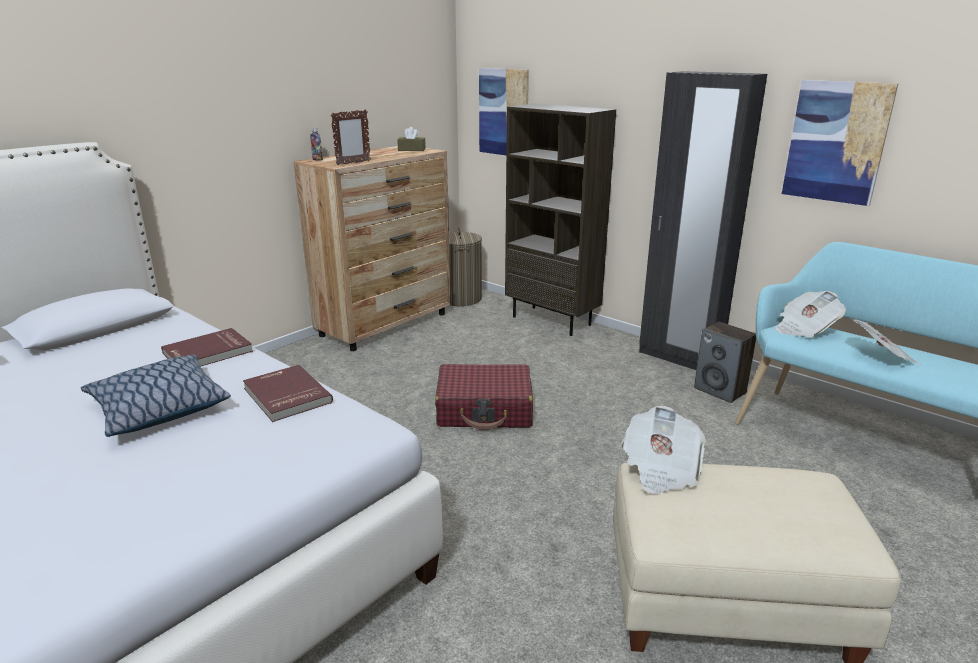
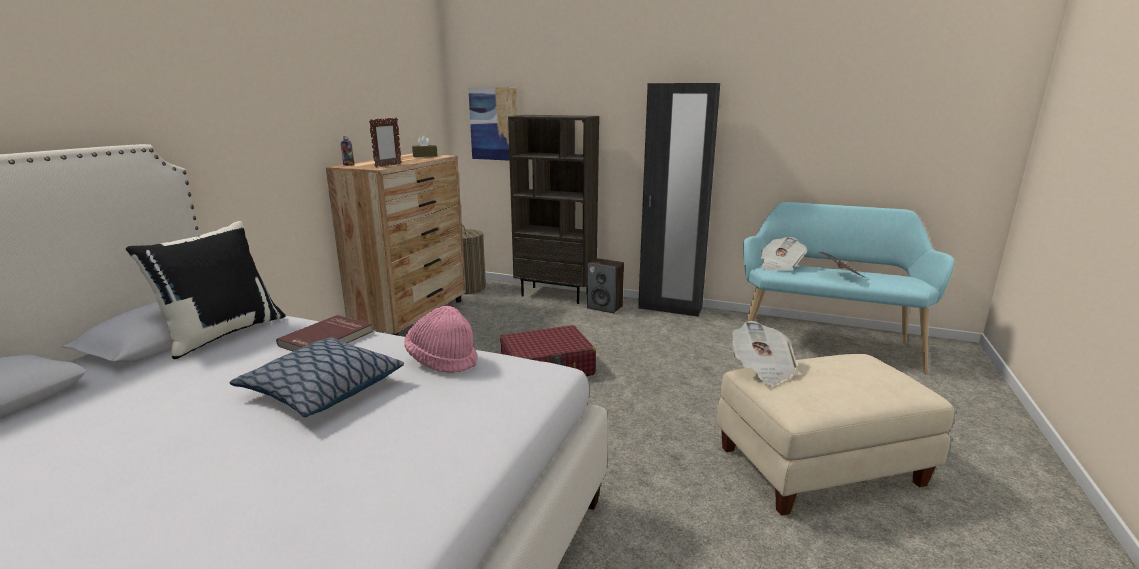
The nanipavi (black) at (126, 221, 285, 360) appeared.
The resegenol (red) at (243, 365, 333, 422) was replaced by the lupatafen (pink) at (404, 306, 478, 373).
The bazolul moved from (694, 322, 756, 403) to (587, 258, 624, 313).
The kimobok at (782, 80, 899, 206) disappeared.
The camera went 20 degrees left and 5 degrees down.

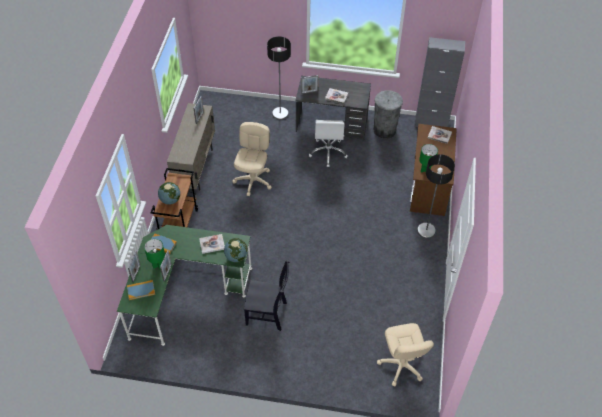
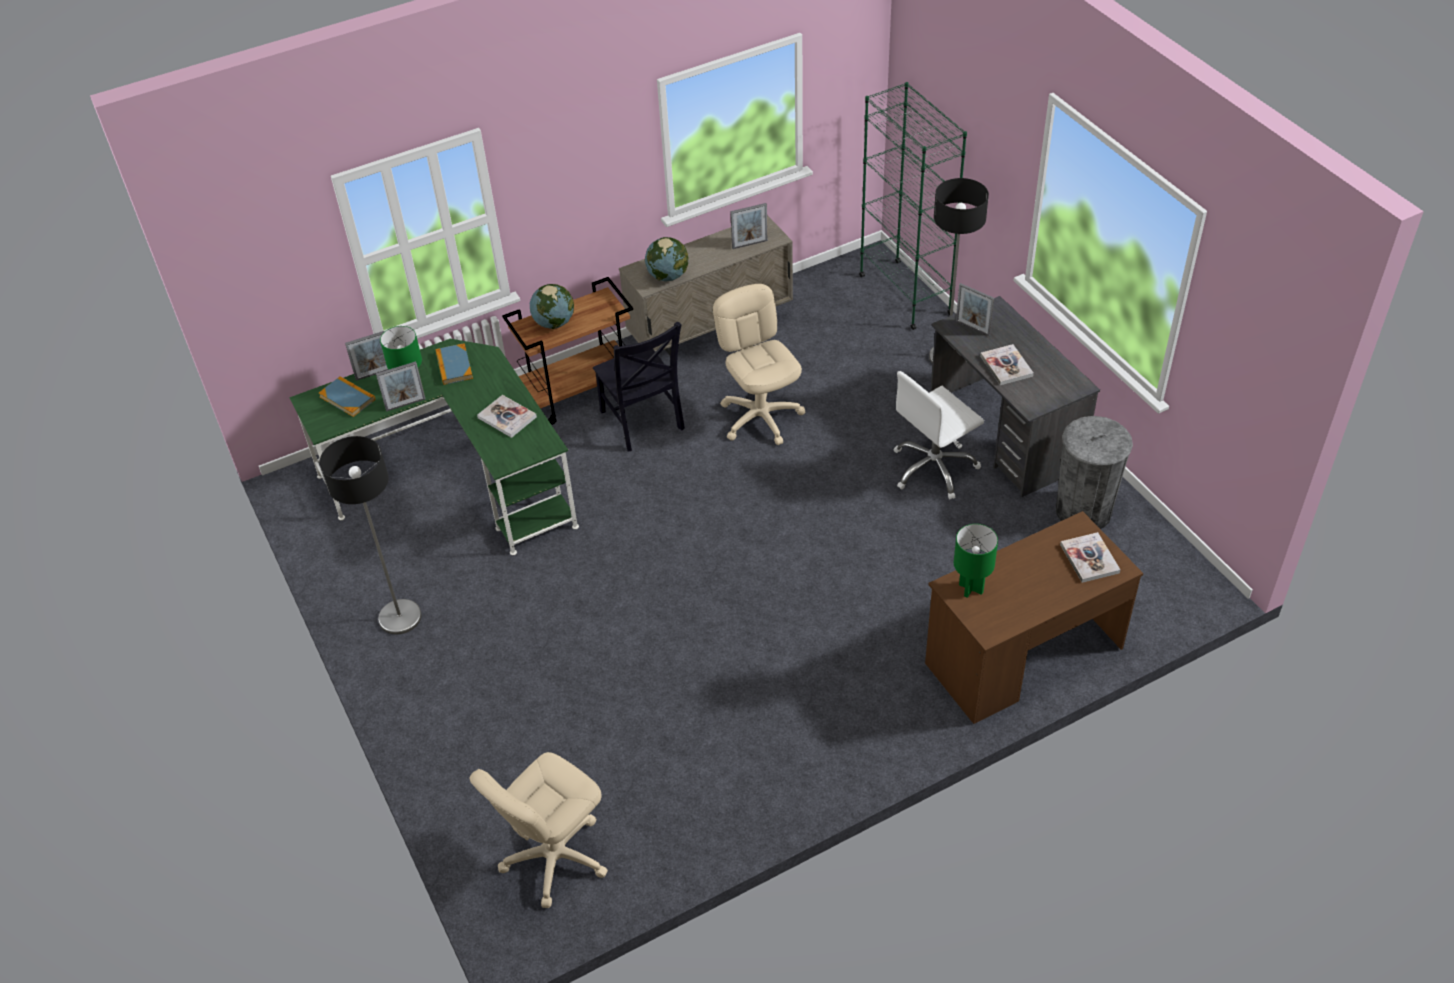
The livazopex moved from (417, 154, 455, 238) to (319, 436, 421, 635).
The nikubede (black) moved from (244, 260, 290, 331) to (593, 321, 685, 452).
The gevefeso moved from (224, 238, 247, 262) to (645, 237, 689, 281).
The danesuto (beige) at (232, 122, 272, 196) turned 90 degrees counterclockwise.
The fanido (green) at (859, 82, 967, 330) appeared.
The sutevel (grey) at (415, 37, 465, 127) disappeared.
The camera went 55 degrees right and 5 degrees down.

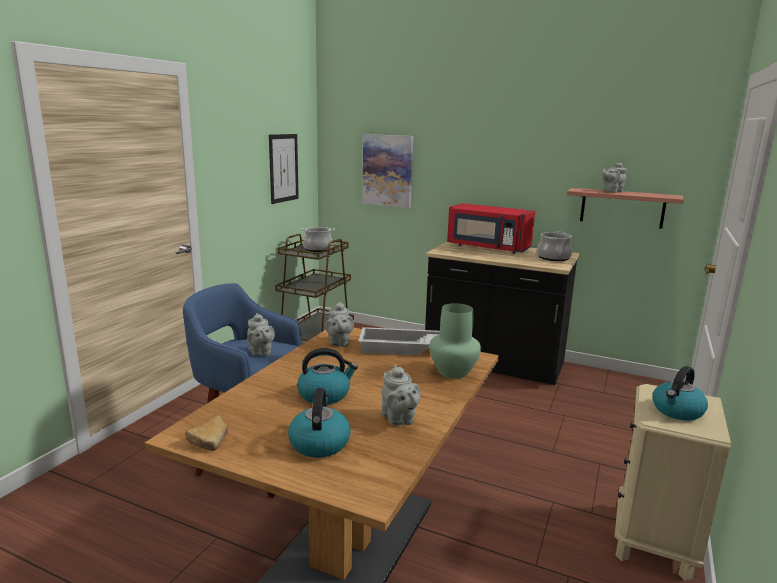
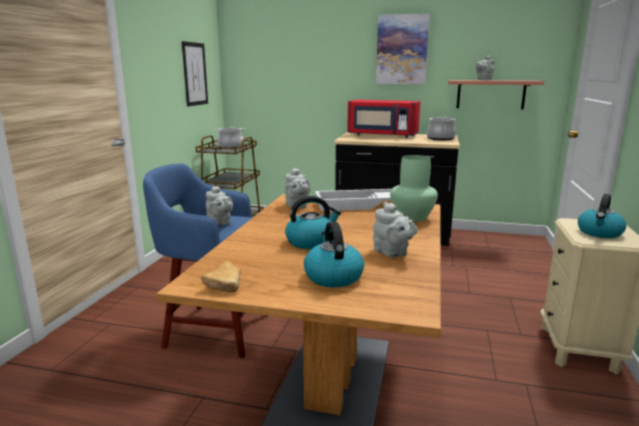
The kimobok moved from (362, 134, 413, 208) to (376, 13, 430, 84).
The camera went 10 degrees left and 0 degrees up.

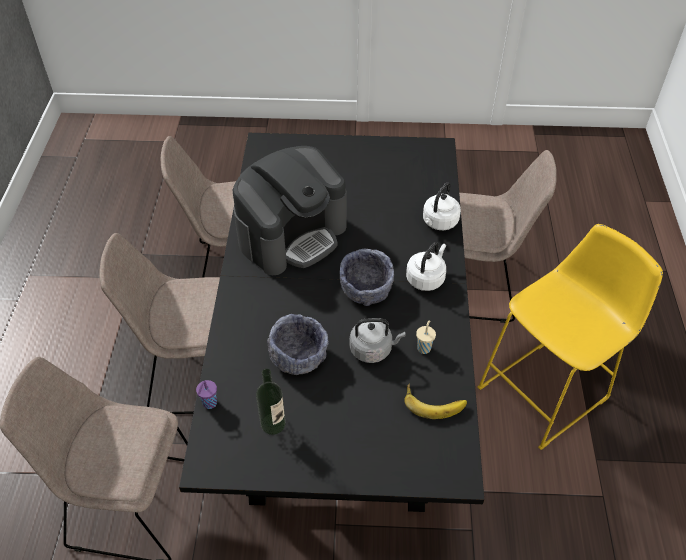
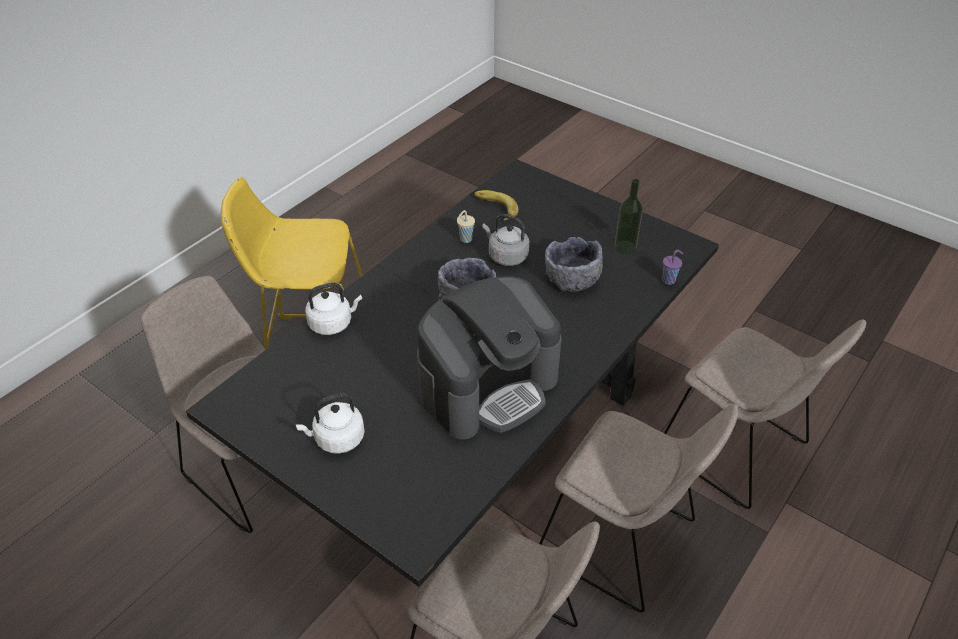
The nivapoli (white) moved from (406, 242, 446, 291) to (296, 393, 365, 454).
The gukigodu at (233, 146, 347, 275) turned 150 degrees clockwise.
The camera went 145 degrees left and 5 degrees down.

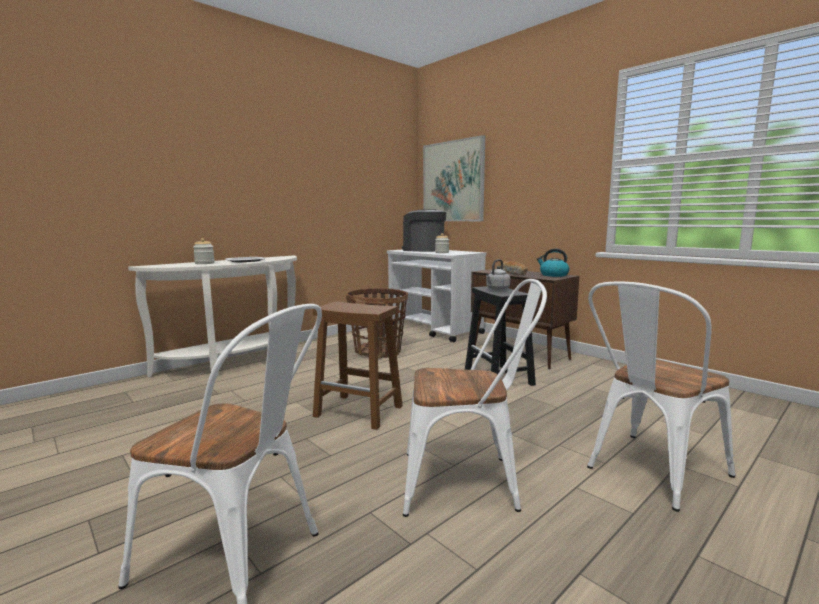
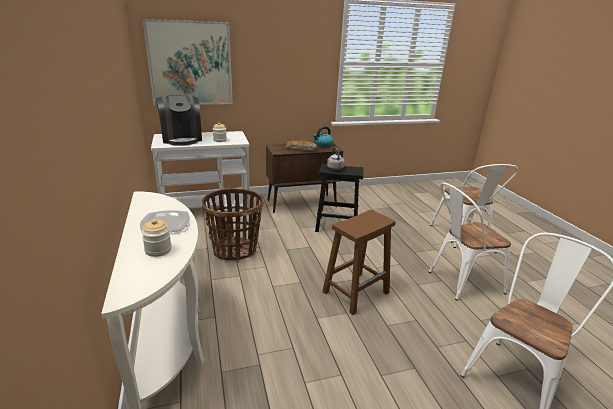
The gukigodu at (402, 210, 446, 252) turned 90 degrees counterclockwise.
The nikubede (white) at (403, 279, 547, 517) turned 135 degrees counterclockwise.
The camera went 65 degrees left and 15 degrees up.

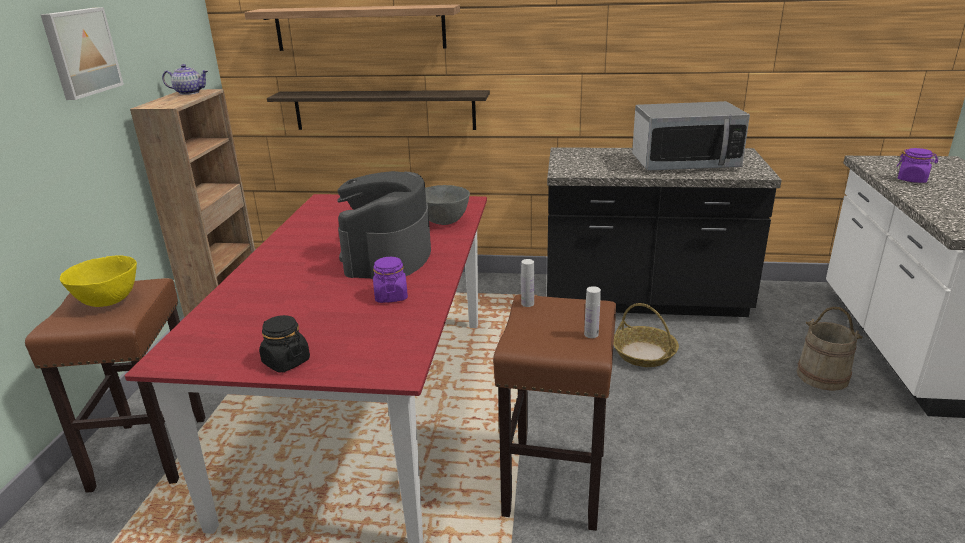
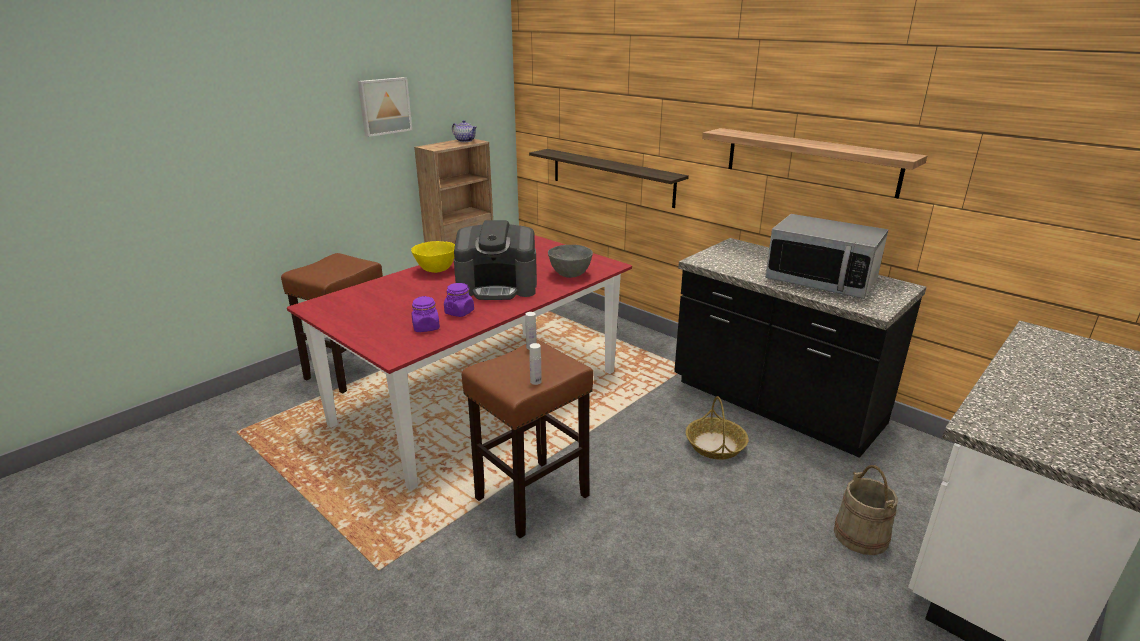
The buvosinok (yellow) moved from (60, 255, 137, 307) to (411, 241, 455, 273).
The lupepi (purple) moved from (896, 148, 938, 183) to (411, 296, 440, 332).
The gukigodu at (337, 171, 431, 279) turned 135 degrees counterclockwise.
The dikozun moved from (244, 4, 460, 51) to (702, 128, 927, 199).
The lupepi (black) at (259, 315, 310, 373) disappeared.
The camera went 35 degrees right and 0 degrees up.

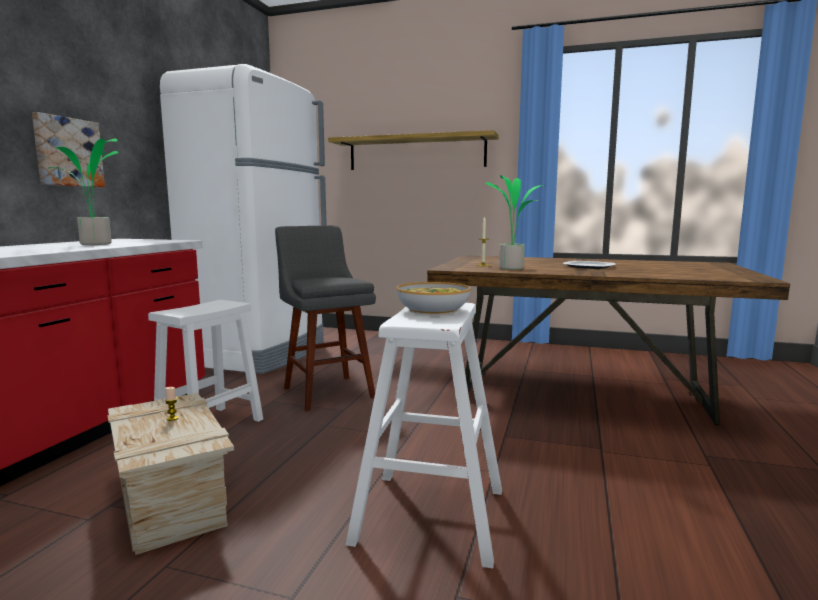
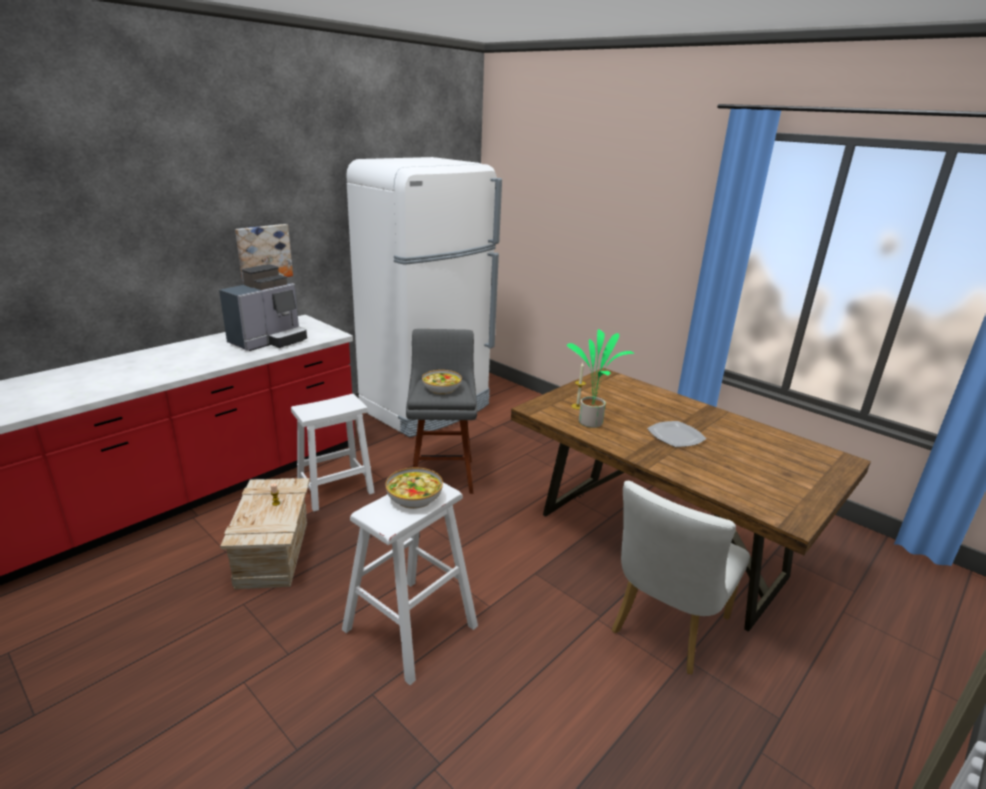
The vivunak at (47, 139, 118, 245) was replaced by the gukigodu at (219, 264, 307, 351).
The buvosinok at (422, 370, 462, 394) appeared.
The nikubede (white) at (612, 481, 750, 675) appeared.
The dikozun at (328, 130, 499, 170) disappeared.
The camera went 25 degrees right and 15 degrees up.

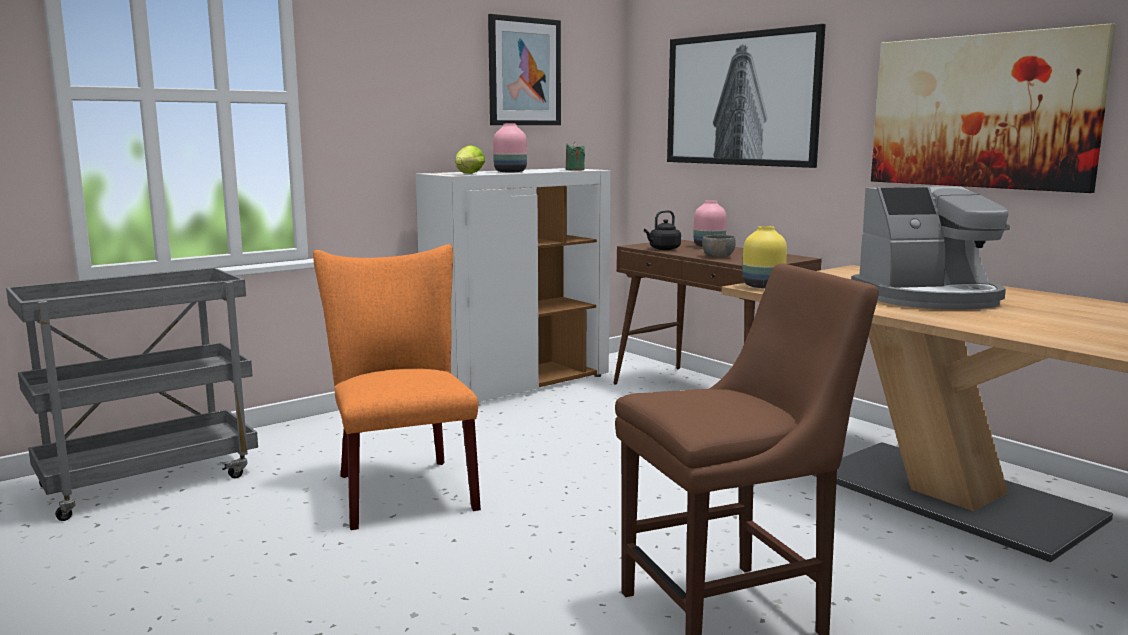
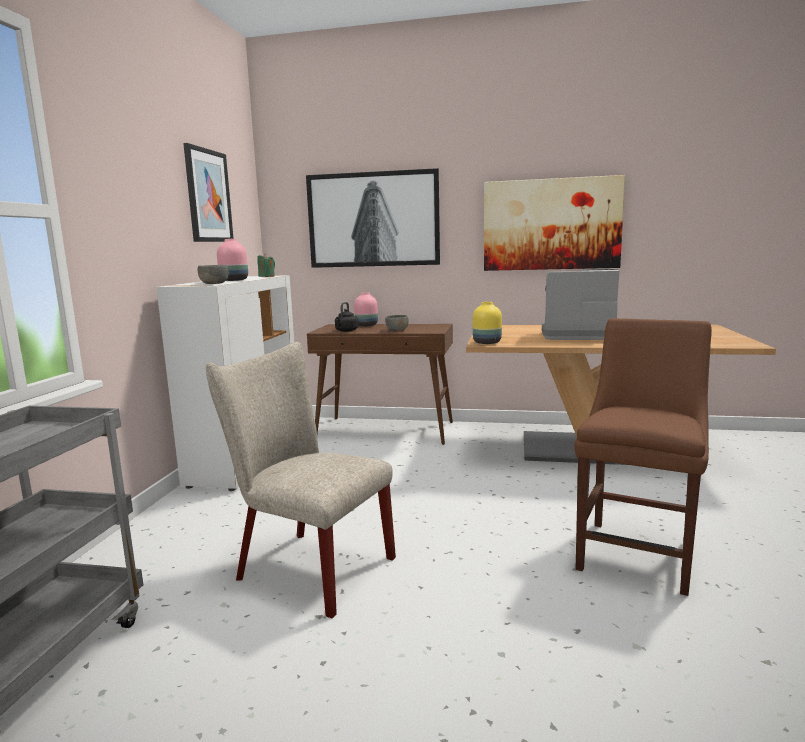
The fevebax at (455, 145, 485, 174) was replaced by the buvosinok (grey) at (198, 265, 229, 284).
The nikubede (orange) at (313, 244, 481, 530) became the nikubede (beige) at (206, 342, 396, 618).
The gukigodu at (851, 186, 1010, 310) turned 120 degrees counterclockwise.
The camera went 40 degrees left and 0 degrees up.

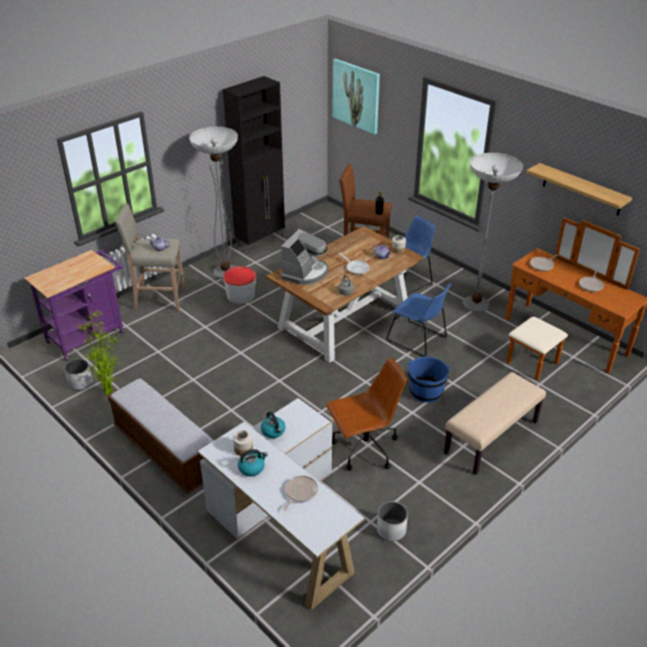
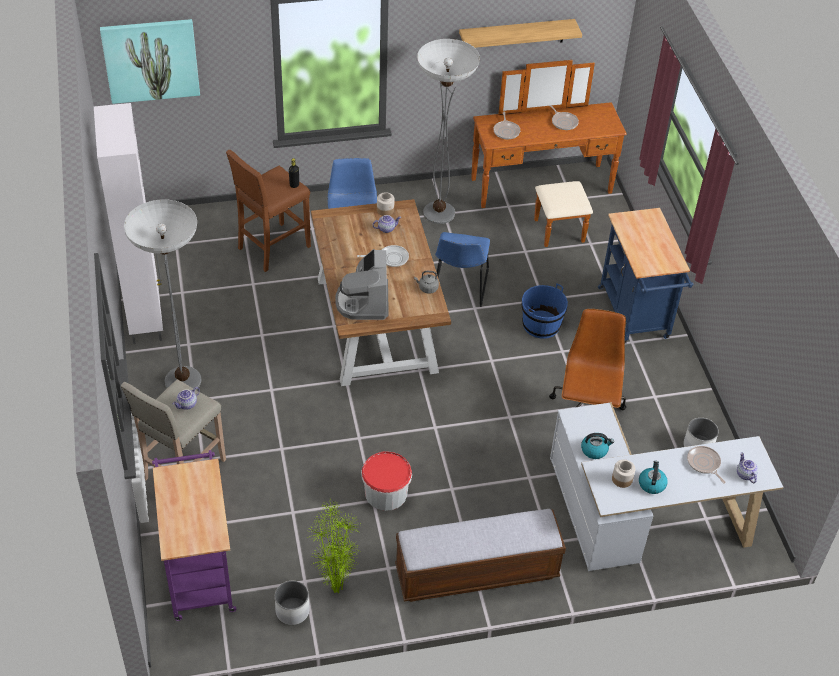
The sutevel (black) at (223, 76, 285, 253) became the sutevel (white) at (94, 103, 163, 344).
The gukigodu at (280, 229, 329, 285) turned 150 degrees counterclockwise.
The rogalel moved from (223, 266, 256, 304) to (361, 451, 412, 511).
The nikubede (blue) at (386, 283, 452, 357) turned 120 degrees clockwise.
The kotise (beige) at (444, 372, 546, 475) was replaced by the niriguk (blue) at (598, 208, 693, 344).
The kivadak at (737, 452, 758, 483) appeared.
The camera went 60 degrees left and 10 degrees up.

